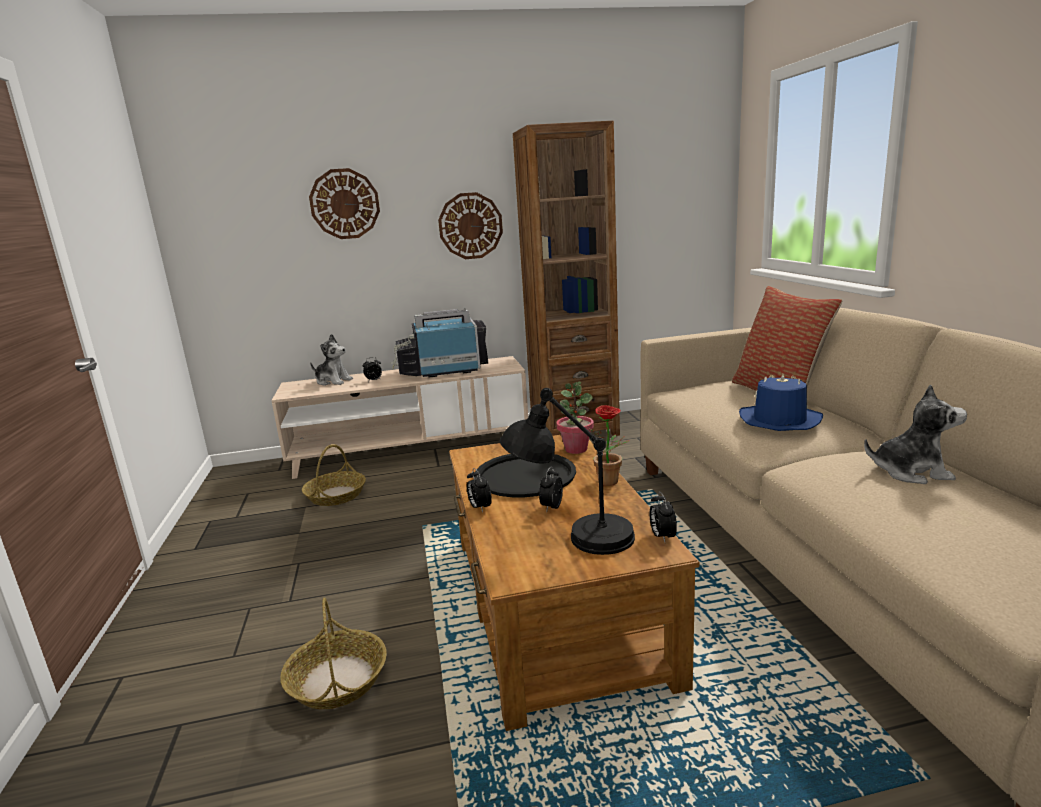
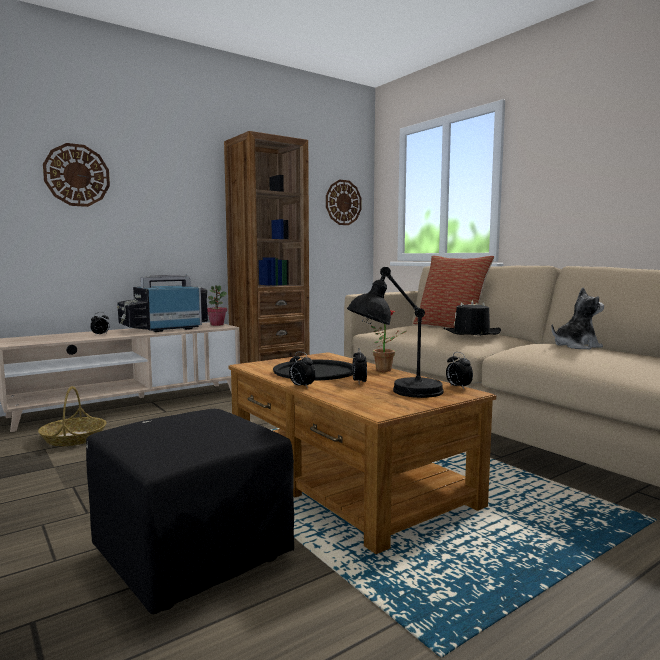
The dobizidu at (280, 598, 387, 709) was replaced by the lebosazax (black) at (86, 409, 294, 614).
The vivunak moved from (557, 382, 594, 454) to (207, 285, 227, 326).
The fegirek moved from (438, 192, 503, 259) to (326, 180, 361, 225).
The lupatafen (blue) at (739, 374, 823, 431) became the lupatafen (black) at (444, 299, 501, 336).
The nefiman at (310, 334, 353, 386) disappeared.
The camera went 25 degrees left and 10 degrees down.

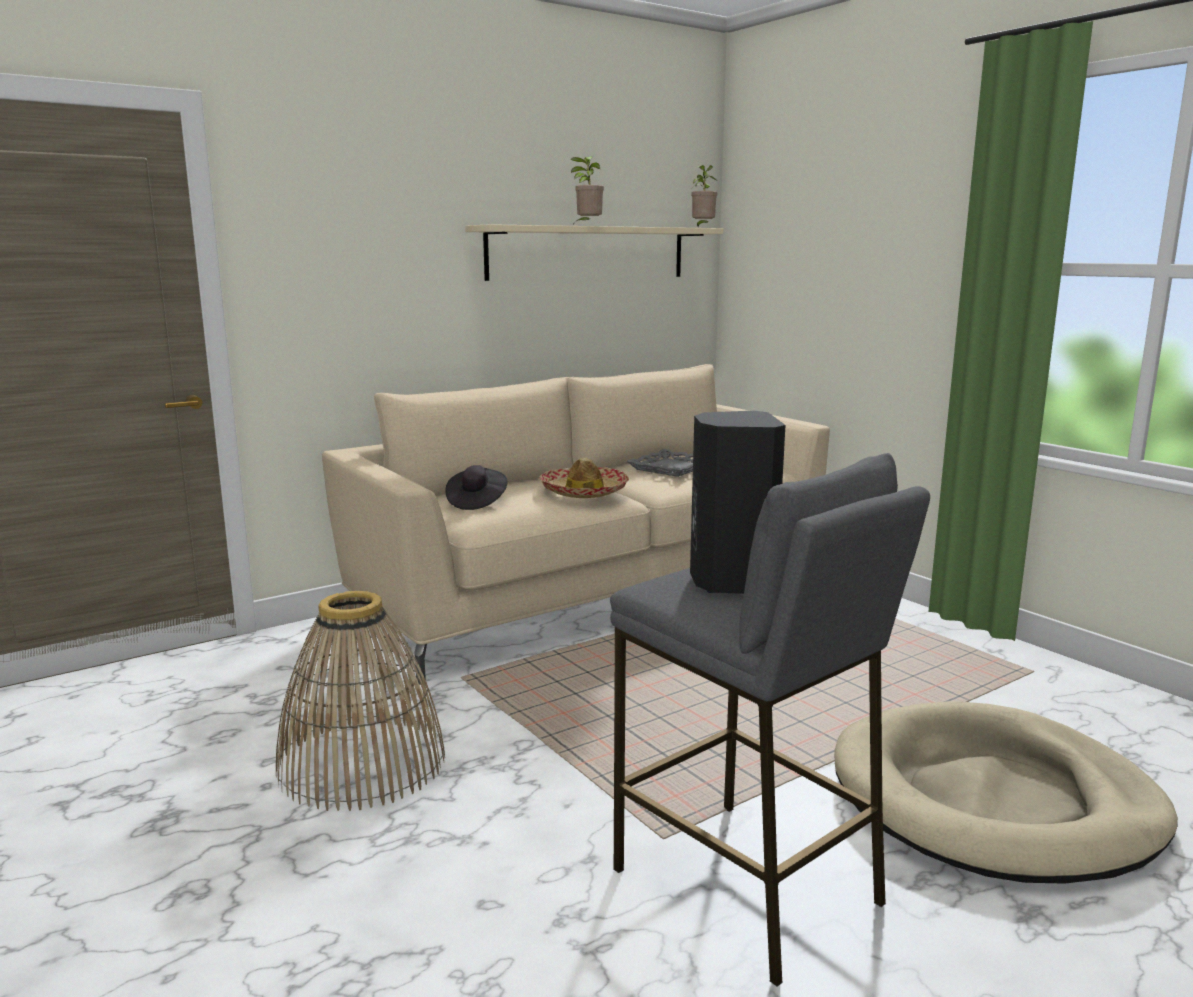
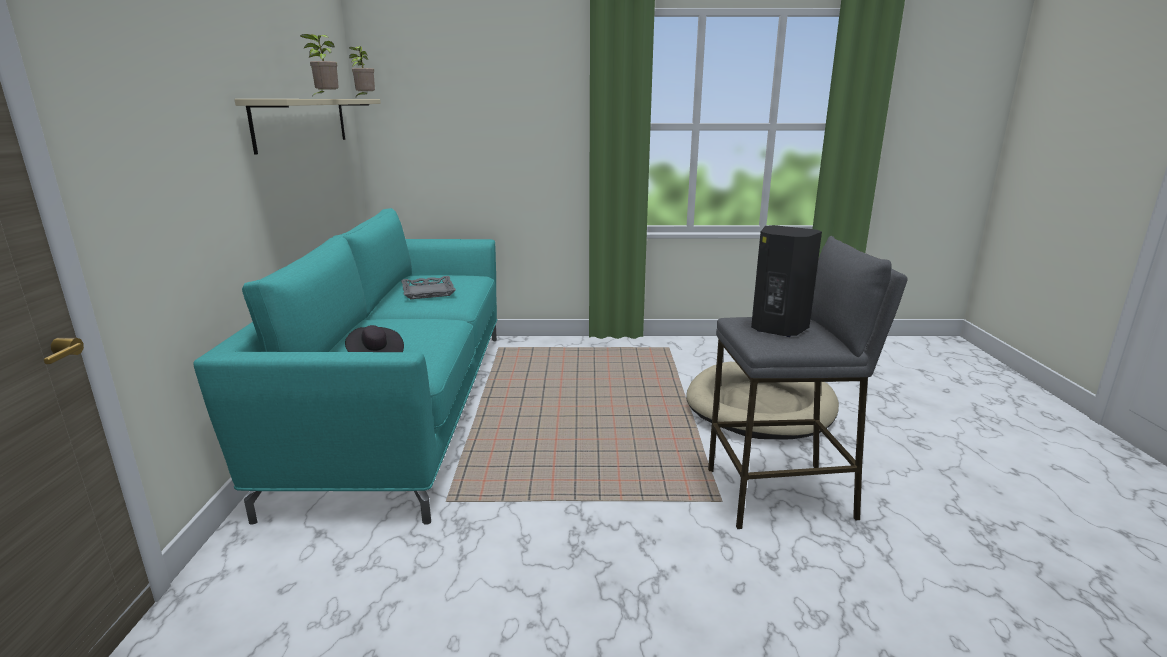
The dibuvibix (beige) at (322, 364, 830, 685) became the dibuvibix (turquoise) at (193, 208, 498, 525).
The dobizidu at (276, 591, 445, 811) disappeared.
The lupatafen at (539, 458, 629, 498) disappeared.
The camera went 55 degrees left and 5 degrees up.

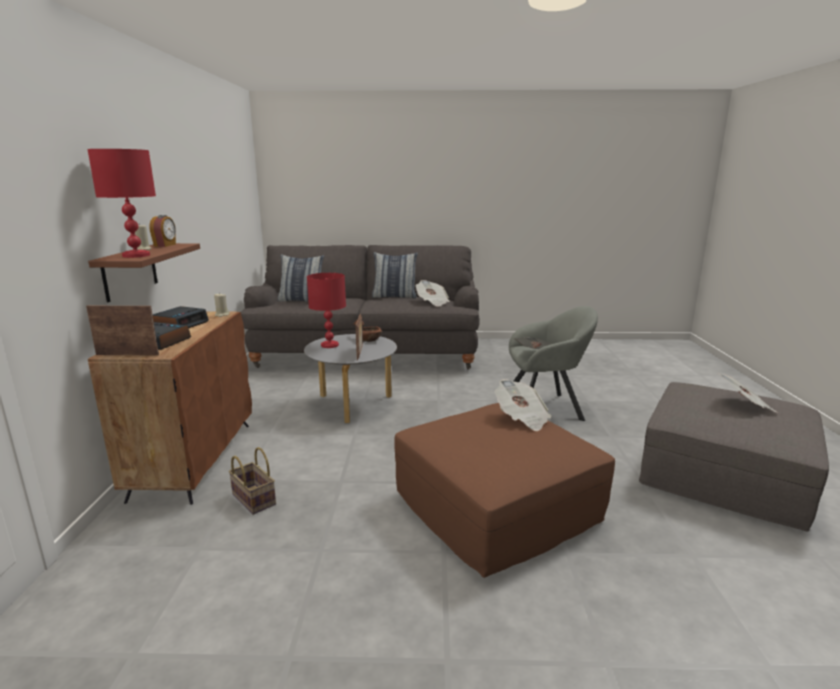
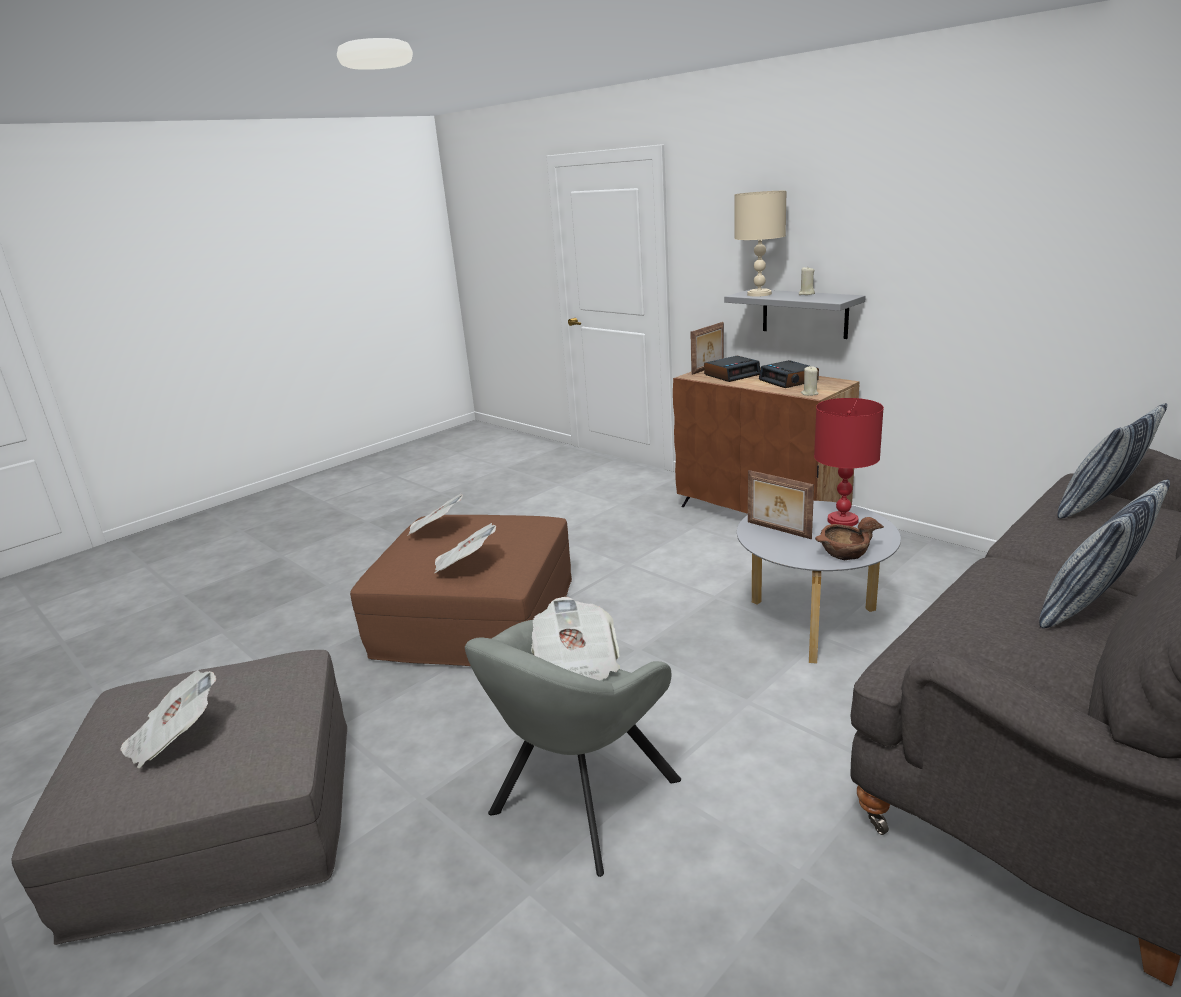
The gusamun moved from (416, 280, 450, 307) to (407, 493, 463, 536).
The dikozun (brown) at (88, 243, 200, 302) became the dikozun (grey) at (724, 289, 866, 339).
The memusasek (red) at (87, 149, 156, 258) became the memusasek (beige) at (734, 191, 786, 297).
The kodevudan at (149, 215, 176, 247) disappeared.
The dobizidu at (229, 447, 276, 515) disappeared.
The camera went 135 degrees right and 5 degrees up.

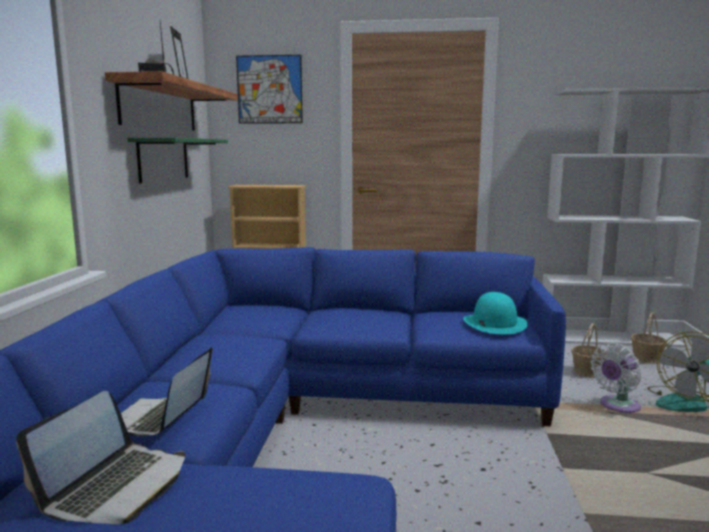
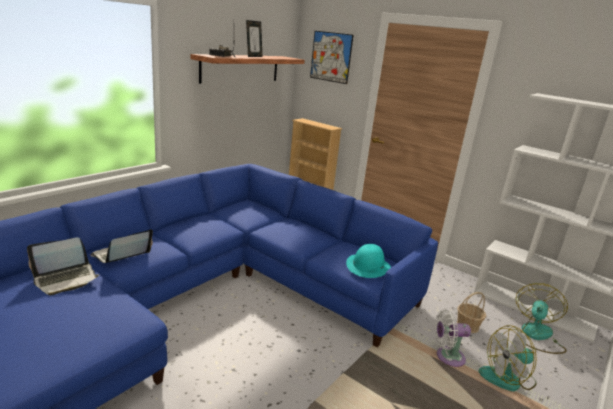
The dobizidu at (631, 312, 667, 364) was replaced by the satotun at (516, 283, 568, 354).
The dikozun (green) at (127, 138, 228, 184) disappeared.
The camera went 30 degrees right and 10 degrees up.

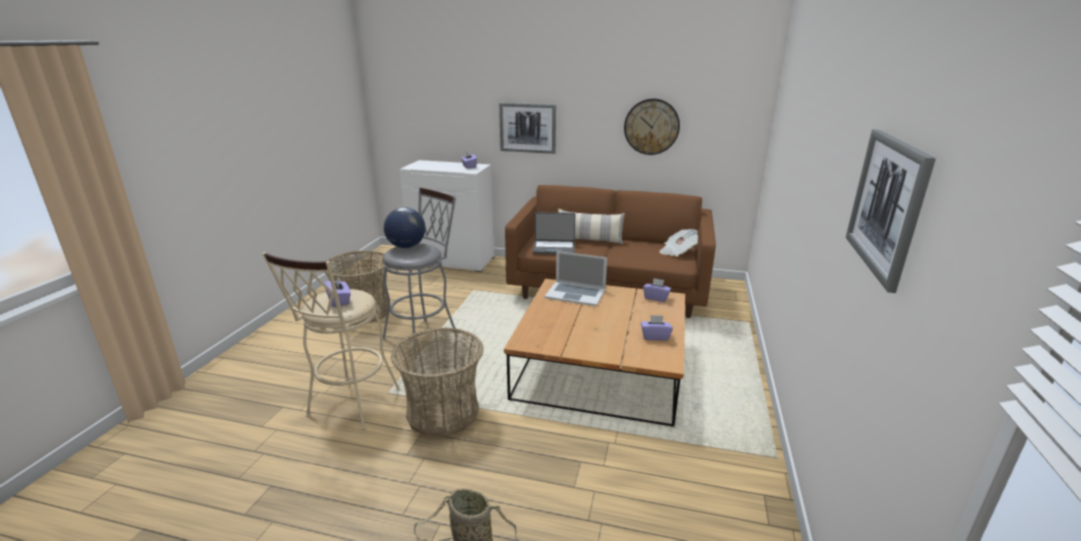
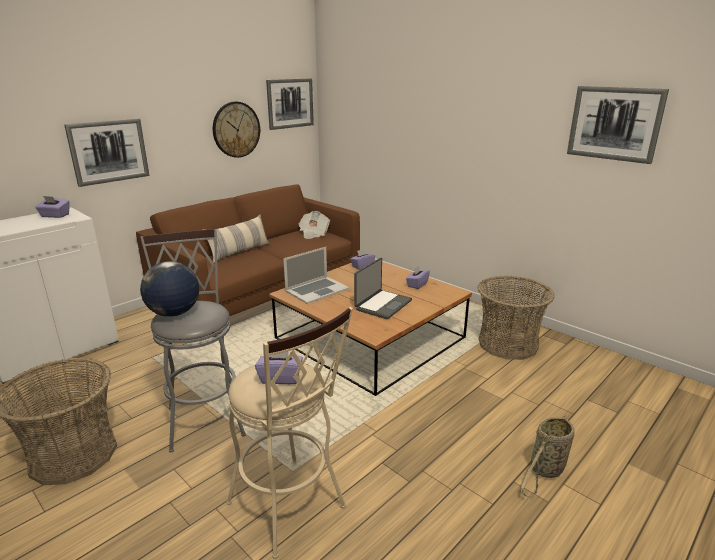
The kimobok at (266, 78, 314, 130) appeared.
The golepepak moved from (533, 212, 575, 255) to (354, 257, 412, 319).
The dobizidu moved from (391, 328, 484, 437) to (478, 275, 555, 360).
The camera went 60 degrees left and 0 degrees up.

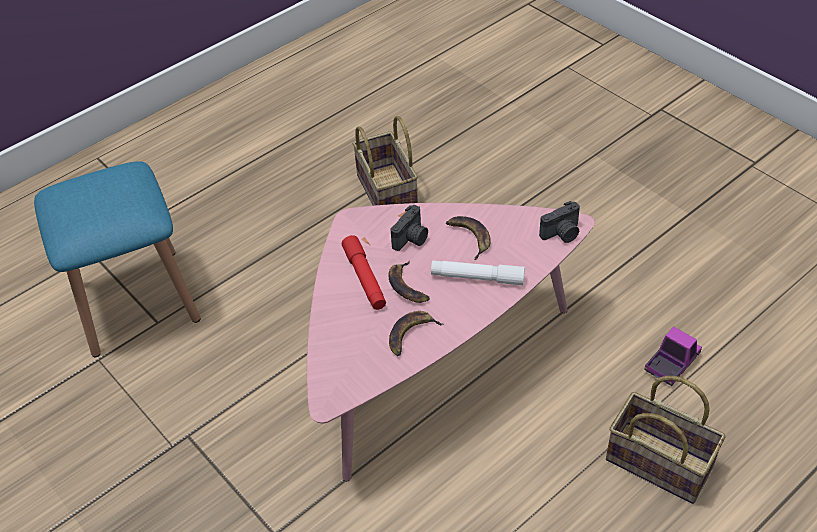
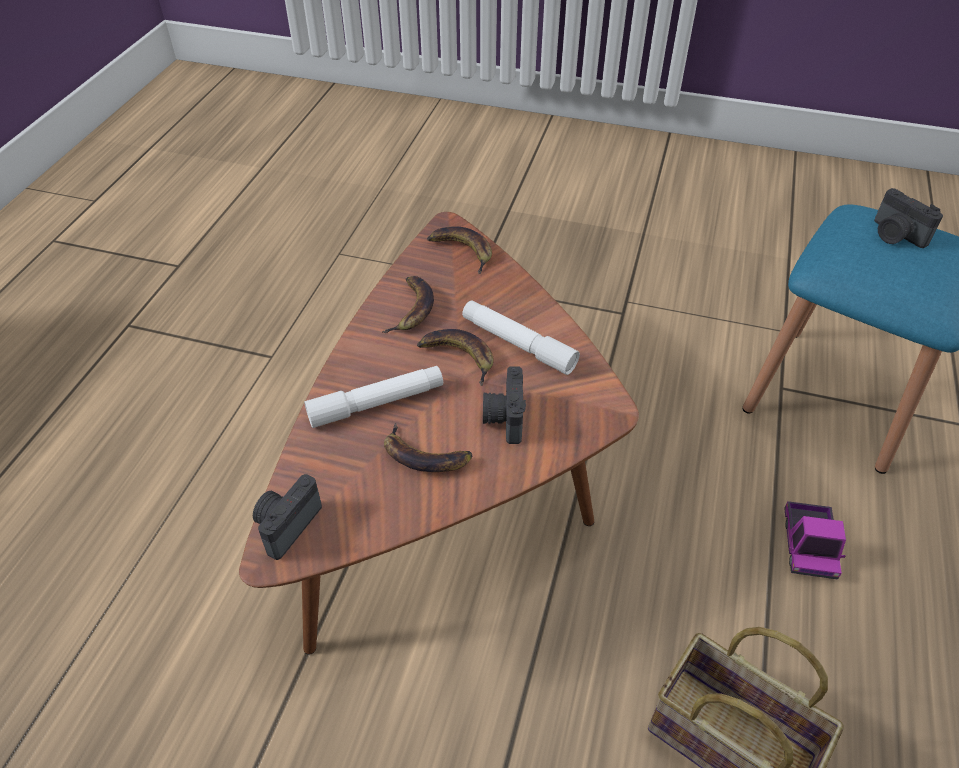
The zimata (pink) at (307, 203, 595, 481) became the zimata (brown) at (239, 212, 639, 654).
The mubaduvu at (427, 226, 492, 274) appeared.
The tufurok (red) at (342, 235, 386, 310) became the tufurok (white) at (462, 300, 580, 375).
The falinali moved from (644, 327, 702, 386) to (784, 501, 846, 580).
The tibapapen at (874, 188, 943, 248) appeared.
The dobizidu at (606, 376, 726, 504) disappeared.
The camera went 145 degrees right and 0 degrees up.

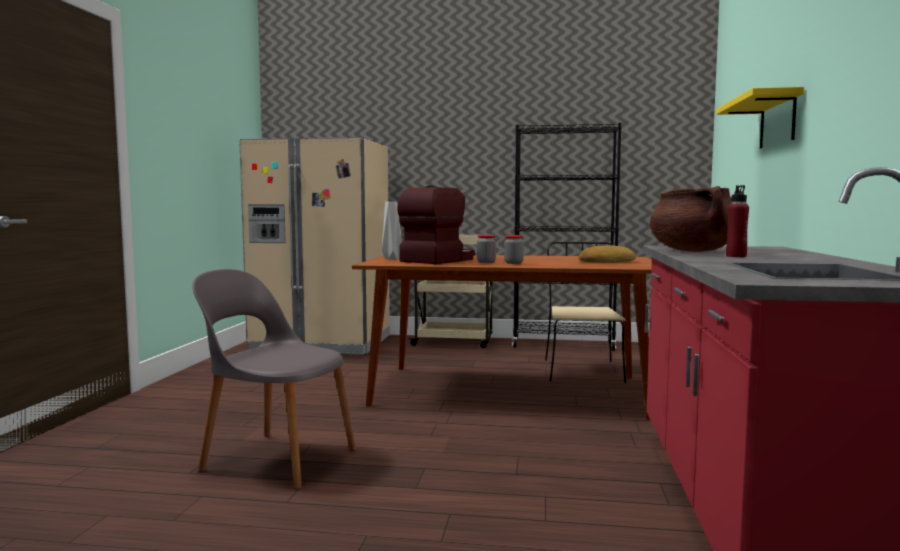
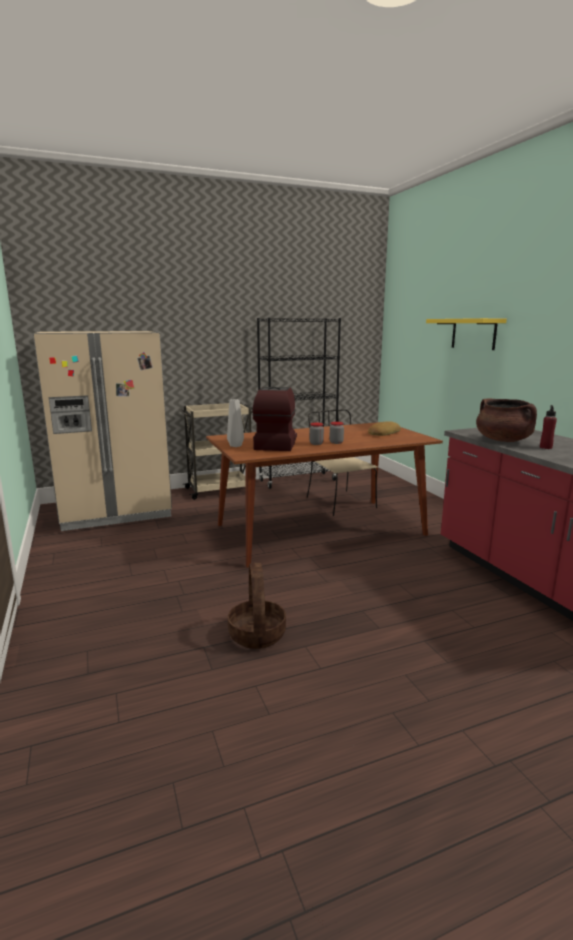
The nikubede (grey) at (192, 269, 356, 489) was replaced by the dobizidu at (228, 563, 286, 649).
The camera went 30 degrees left and 10 degrees up.

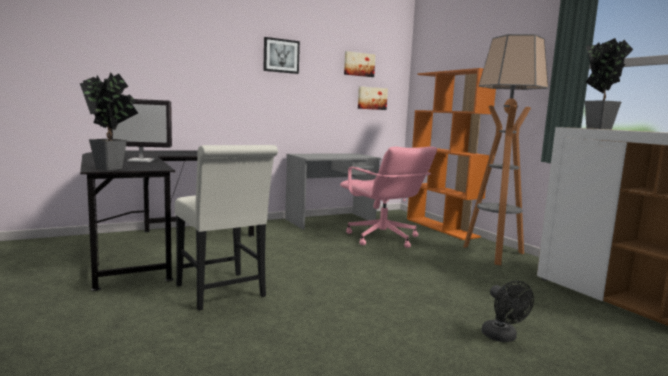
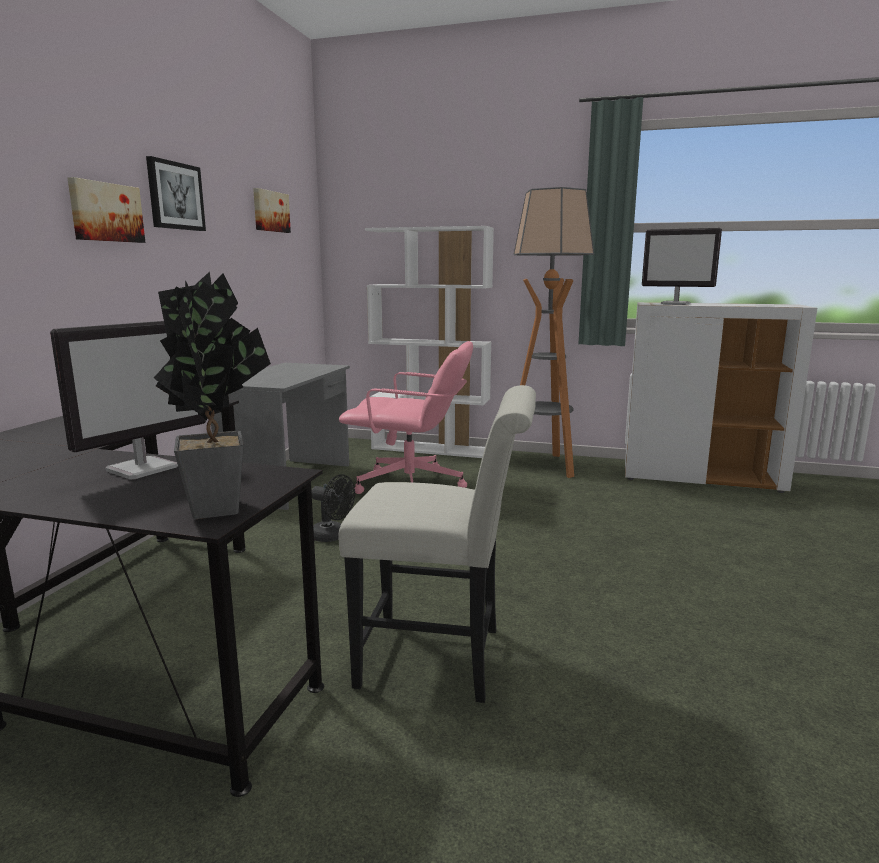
The kimobok moved from (358, 86, 388, 110) to (68, 177, 145, 243).
The satotun (black) moved from (482, 281, 534, 342) to (311, 474, 355, 542).
The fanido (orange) at (407, 68, 496, 240) became the fanido (white) at (365, 226, 494, 458).
The vivunak at (585, 38, 633, 129) was replaced by the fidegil at (642, 228, 722, 305).
The camera went 45 degrees left and 5 degrees up.

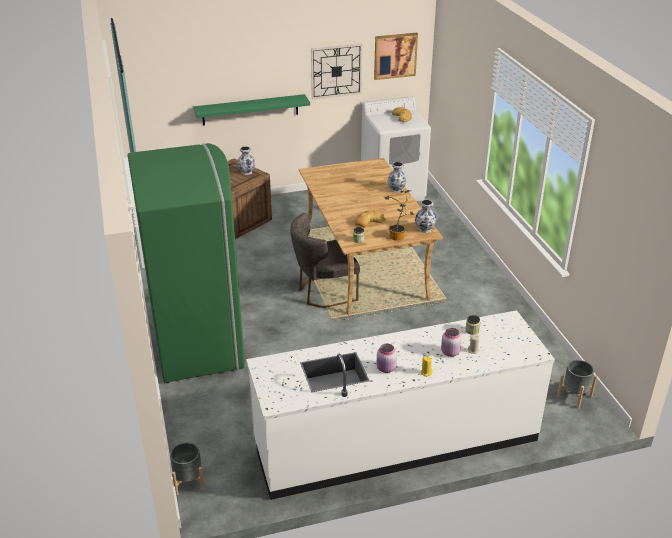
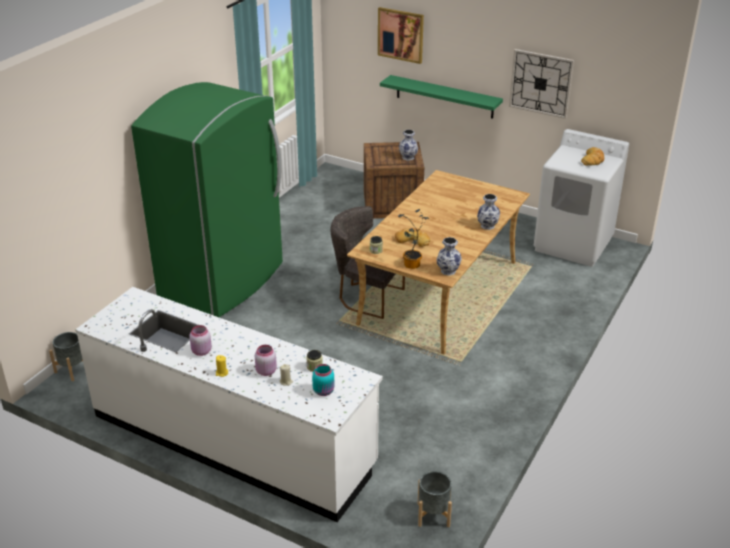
The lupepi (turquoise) at (312, 364, 335, 396) appeared.
The kimobok moved from (374, 33, 418, 80) to (378, 7, 424, 64).
The camera went 45 degrees right and 0 degrees up.

